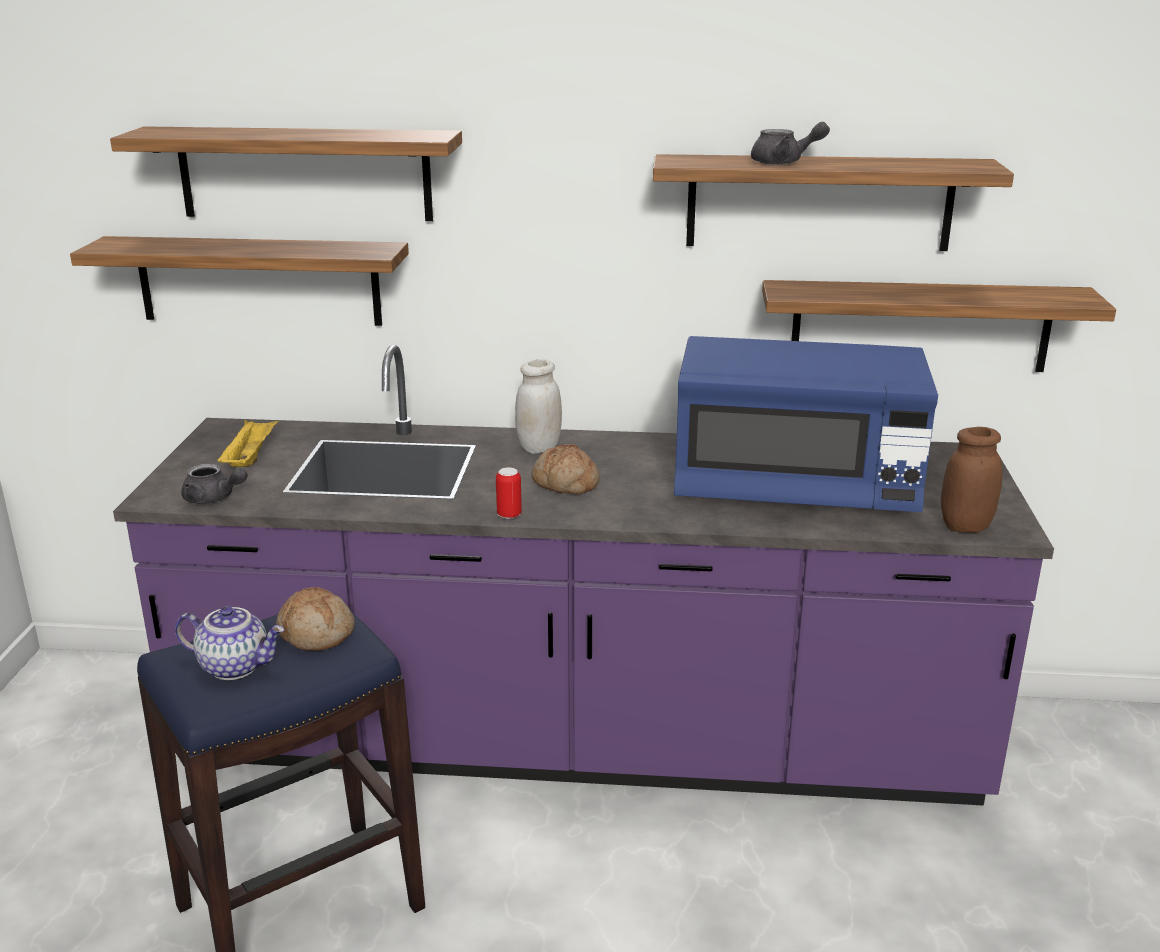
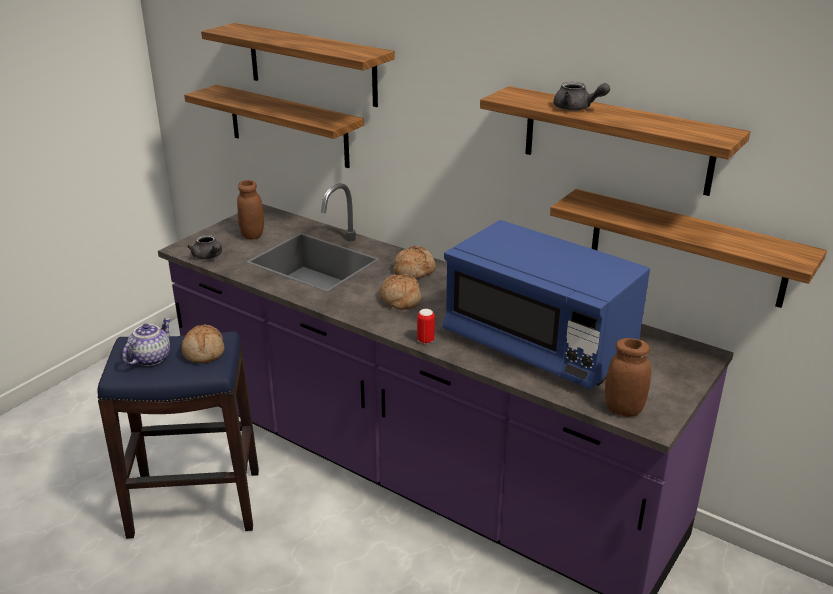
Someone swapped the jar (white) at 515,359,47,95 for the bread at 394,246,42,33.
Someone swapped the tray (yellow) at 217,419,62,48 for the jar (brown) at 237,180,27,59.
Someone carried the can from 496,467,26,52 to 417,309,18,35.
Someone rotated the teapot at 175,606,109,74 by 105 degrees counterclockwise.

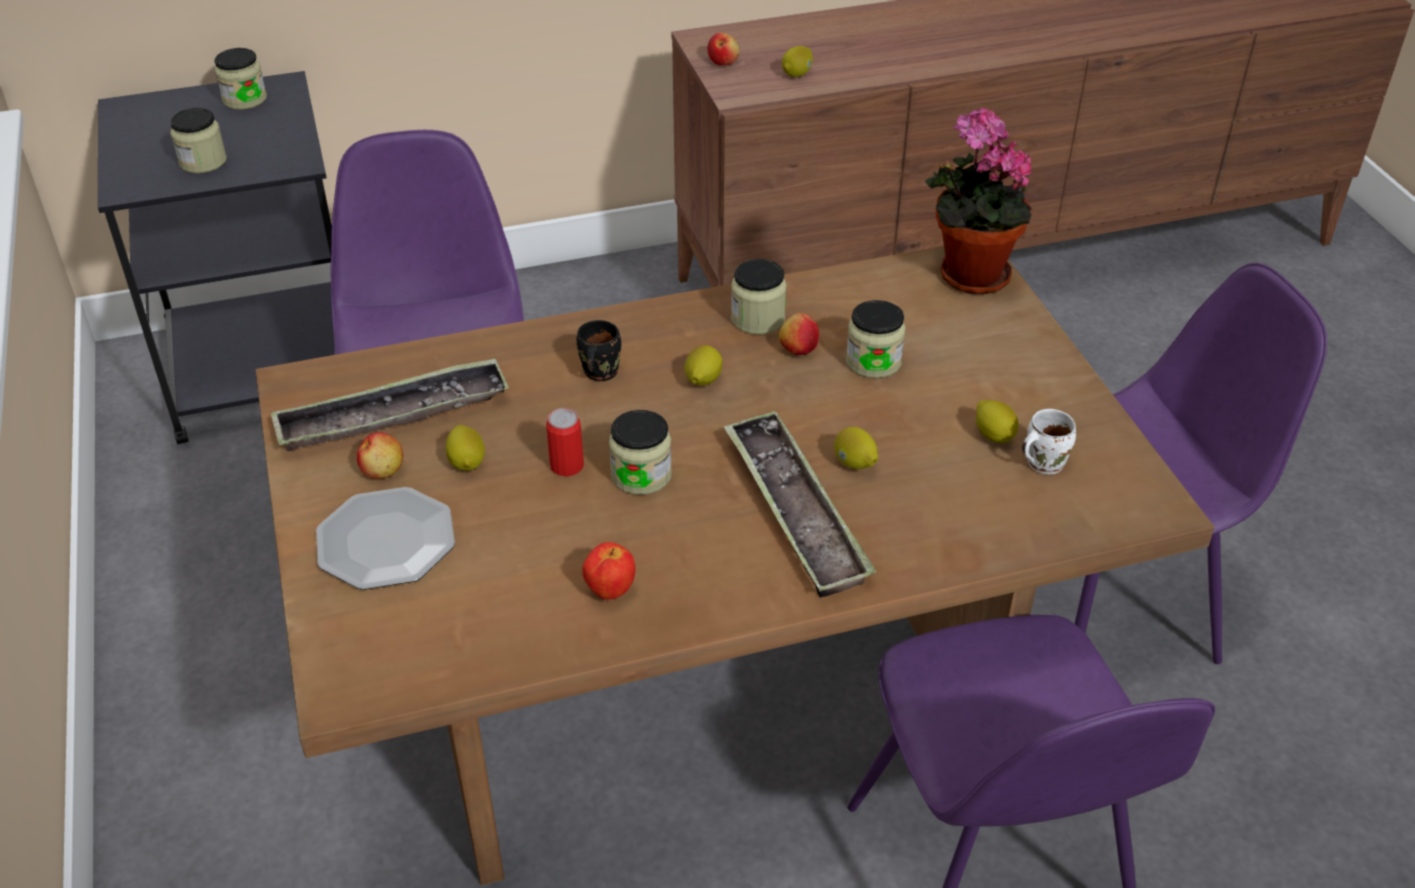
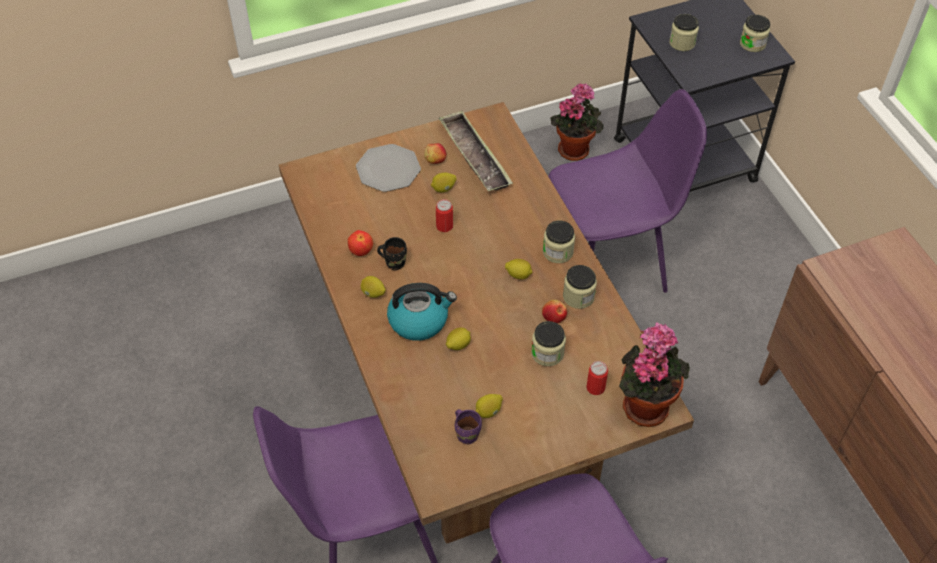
Someone took away the apple at 707,32,32,34.
Someone carried the lemon from 782,46,31,31 to 361,276,25,22.
Someone carried the mug (black) from 577,320,44,61 to 377,237,30,33.
Someone repainted the mug (white) at 1022,409,54,66, which became the mug (purple) at 455,409,27,35.
Someone carried the jar from 609,410,63,85 to 543,220,32,43.
Someone swapped the tray at 724,410,152,188 for the kettle at 387,283,70,58.
Someone put down the potted plant at 550,83,54,78.
Someone put down the can at 586,361,22,34.

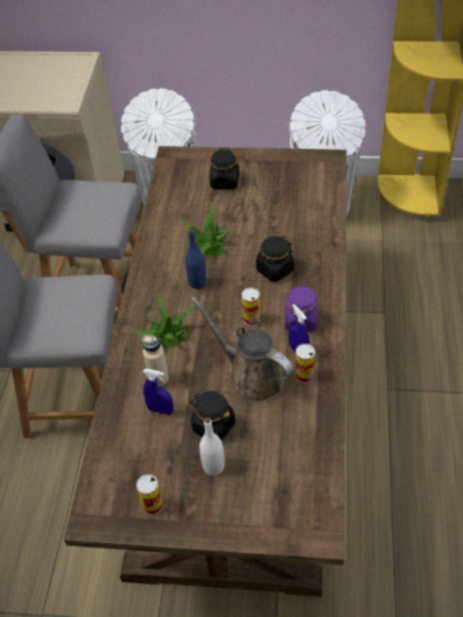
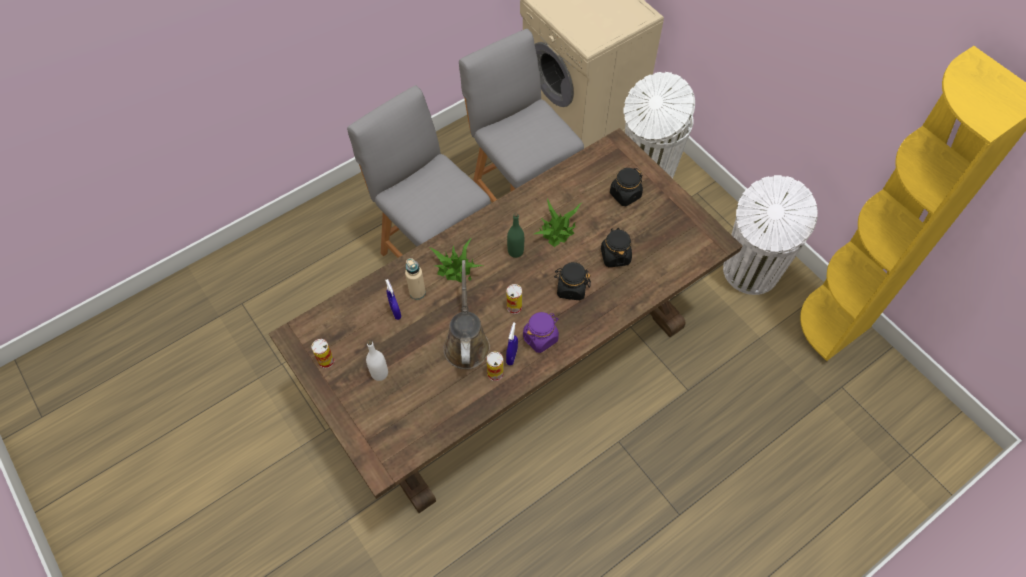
Someone repainted the bottle (blue) at 185,229,22,60, which became the bottle (green) at 507,213,17,45.
Someone carried the jar (black) from 190,391,45,50 to 601,228,31,39.

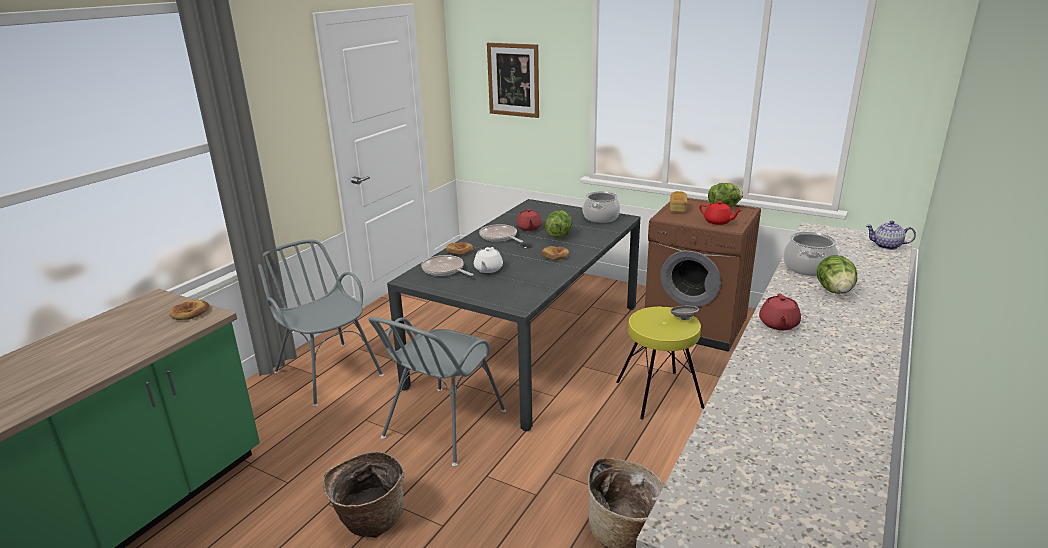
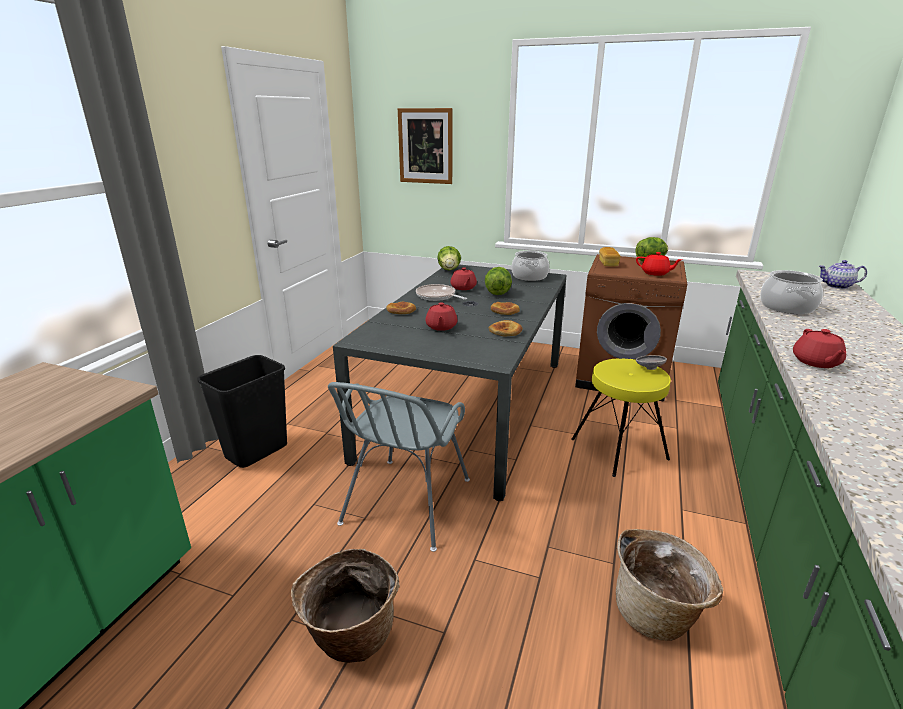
Someone swapped the chair (grey) at 258,239,126,168 for the trash can (black) at 197,355,90,113.
Someone repainted the teapot (white) at 474,247,29,26, which became the teapot (red) at 425,302,33,29.
Someone took away the frying pan at 421,255,52,21.
Someone carried the lettuce from 817,255,40,39 to 437,246,24,24.
Someone carried the bread from 169,300,41,20 to 489,320,34,16.

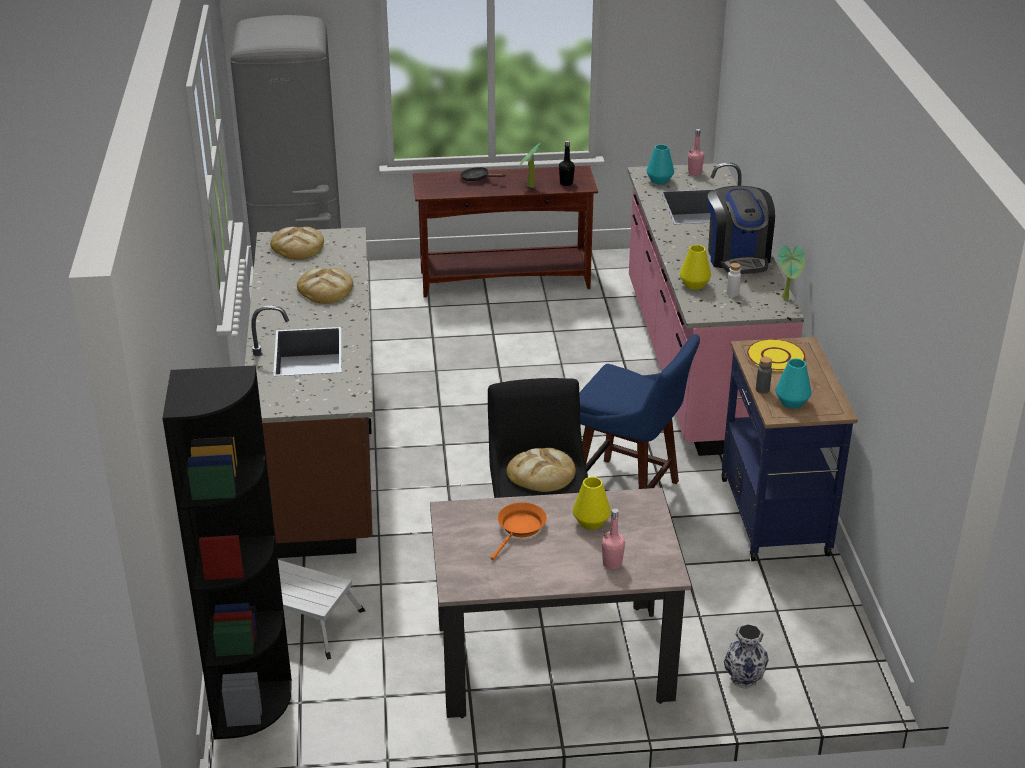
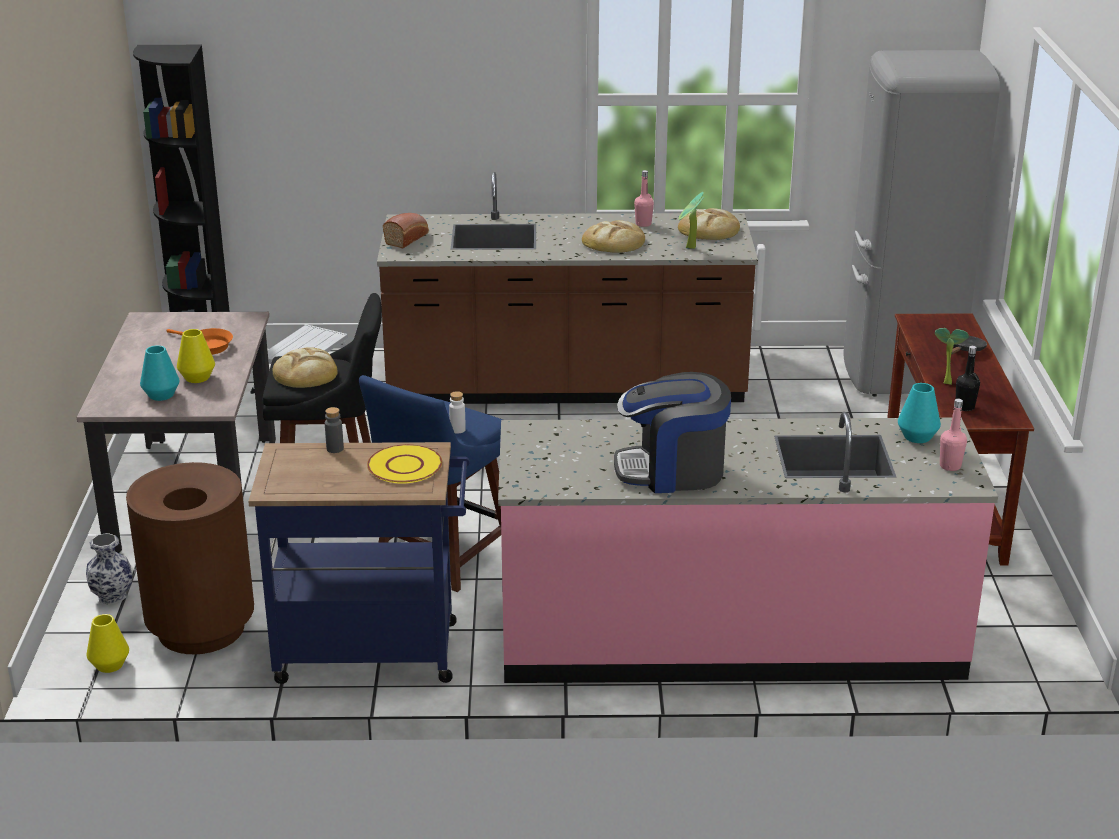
Someone carried the vase (yellow) from 680,245,31,45 to 86,614,43,59.
Someone carried the potted plant from 778,245,28,55 to 678,192,26,57.
Someone carried the bottle (white) from 726,263,15,34 to 449,391,17,43.
Someone carried the vase (turquoise) from 776,359,36,50 to 140,345,39,56.
Someone carried the bottle (pink) from 602,508,23,61 to 634,170,20,57.
Someone put down the bread at 383,213,46,35.
Someone put down the trash can (brown) at 126,462,128,192.

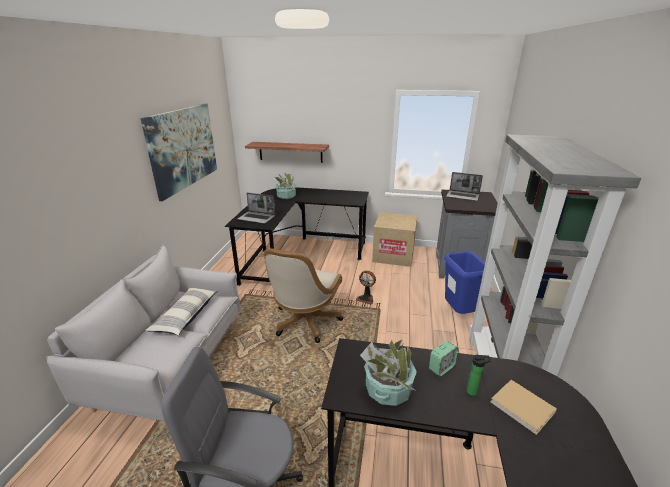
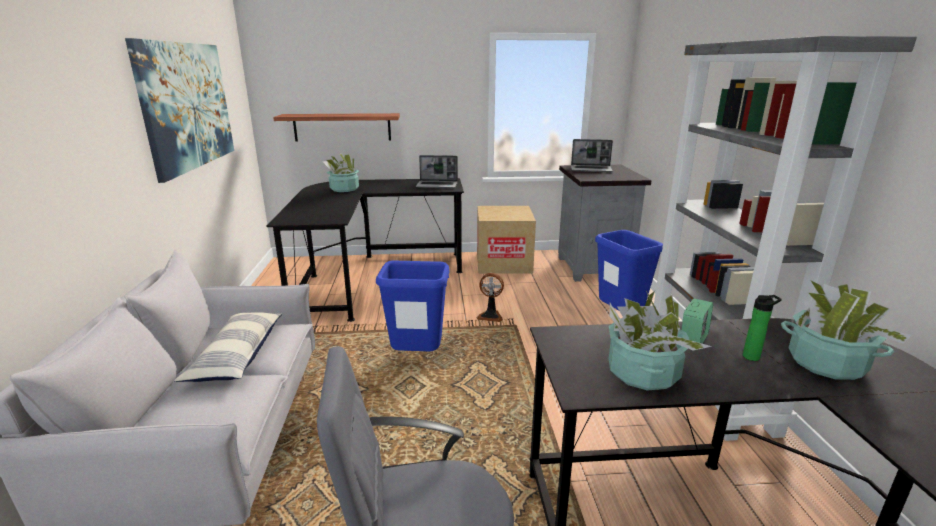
Someone carried the laptop from 238,192,37,32 to 416,155,42,33.
Someone swapped the office chair at 264,248,79,95 for the trash can (blue) at 376,261,74,90.
Someone swapped the book (beige) at 491,380,66,55 for the potted plant at 781,280,130,100.

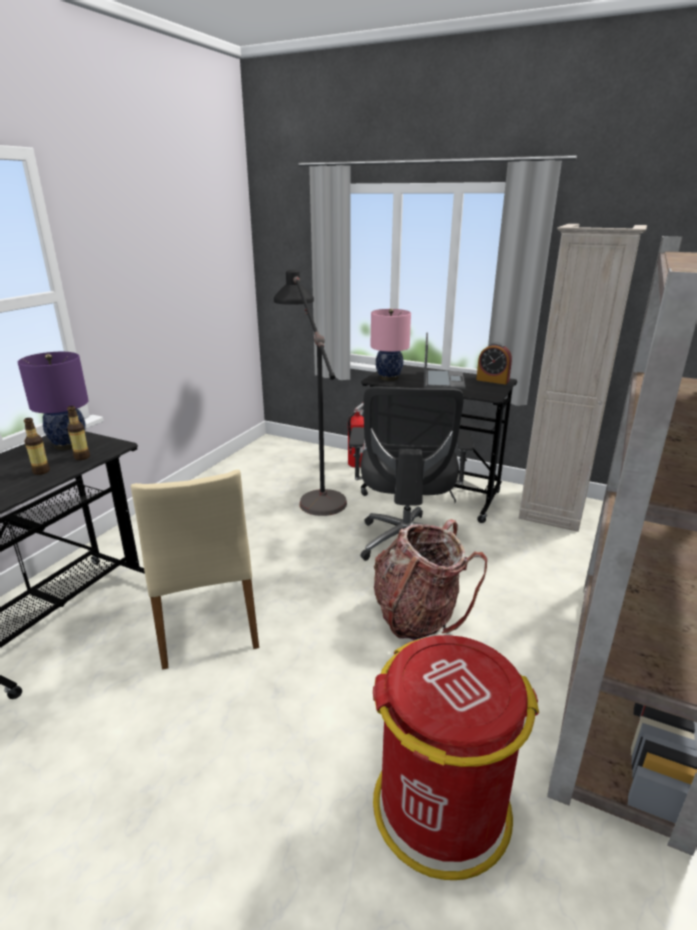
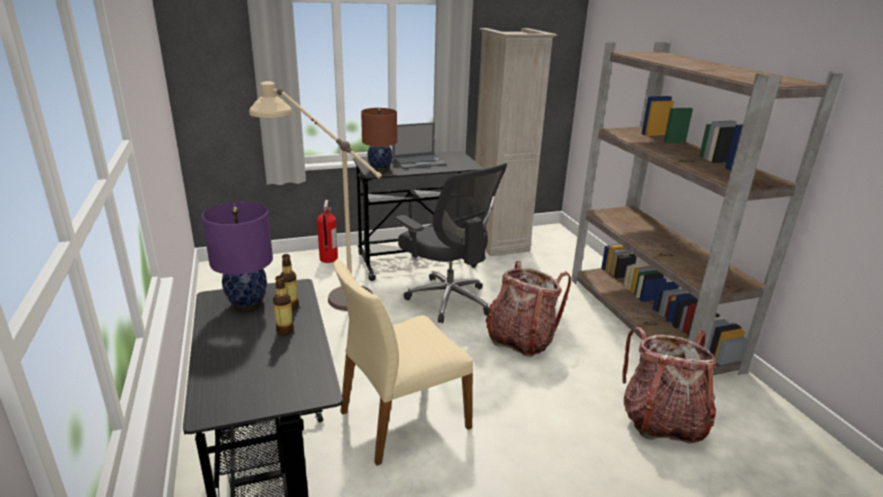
Someone repainted the floor lamp (black) at 274,269,73,247, which became the floor lamp (beige) at 249,81,133,230.
Someone repainted the table lamp (pink) at 371,309,40,72, which became the table lamp (brown) at 361,108,36,64.
Someone rotated the laptop at 424,333,42,56 by 105 degrees clockwise.
Someone took away the alarm clock at 476,342,36,43.
Someone rotated the chair (beige) at 131,469,128,201 by 120 degrees clockwise.
Someone swapped the trash can (red) at 373,635,166,245 for the backpack at 623,327,93,117.

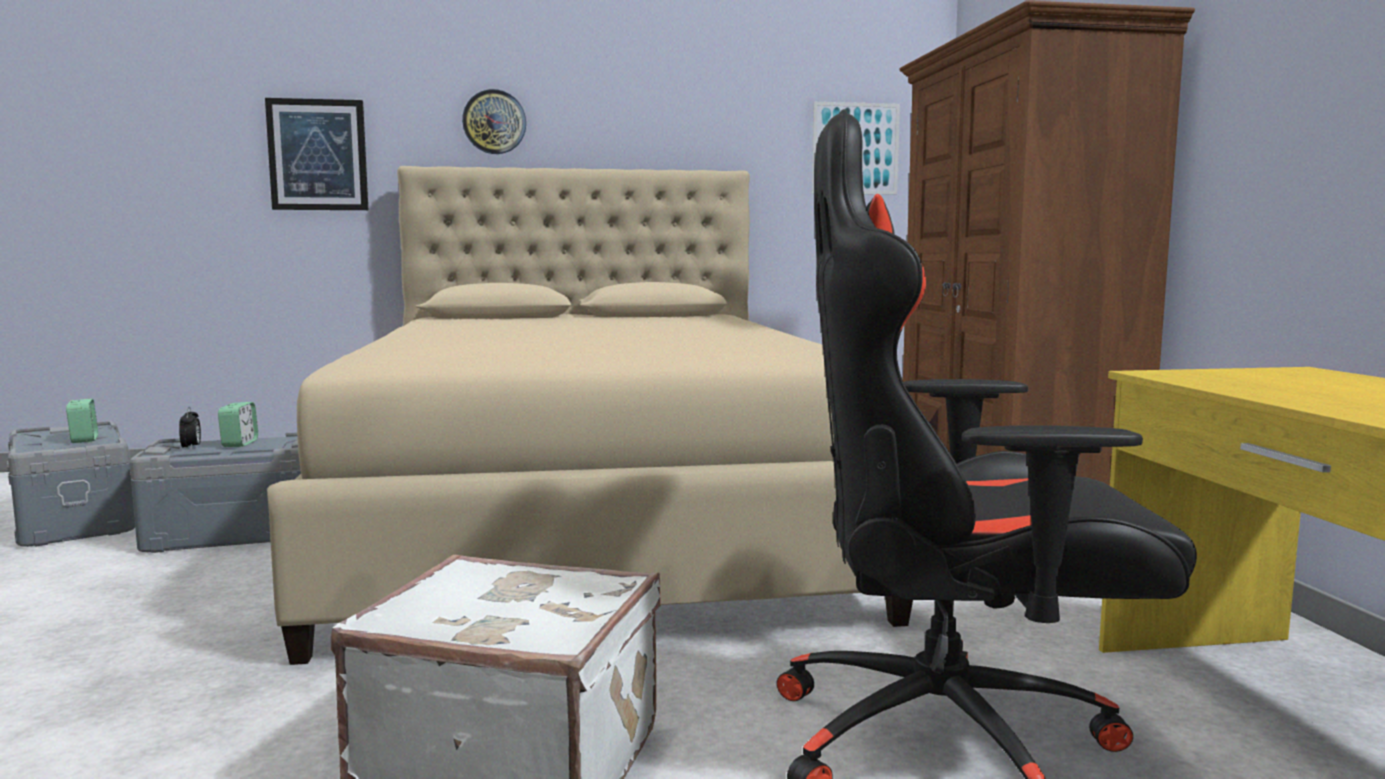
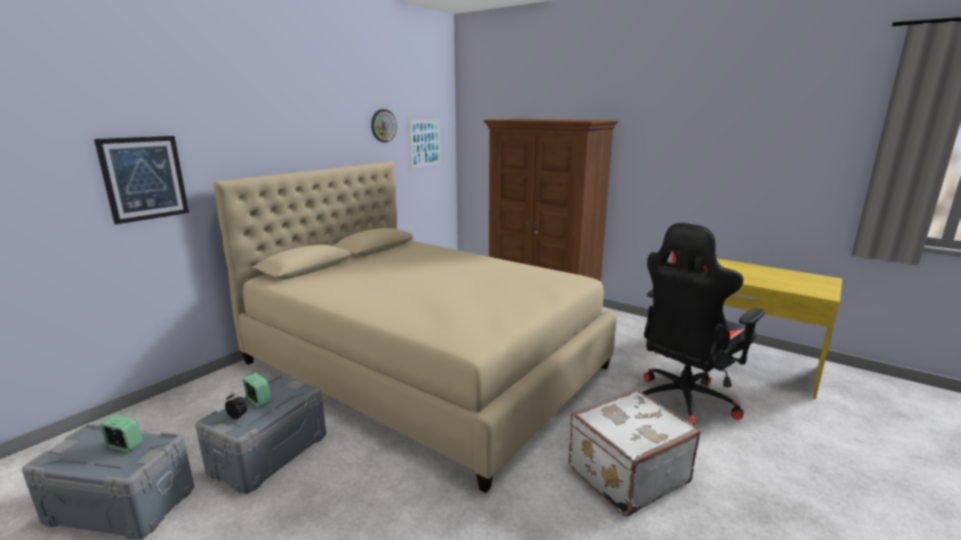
Someone carried the wall clock from 462,89,64,65 to 371,109,26,34.

